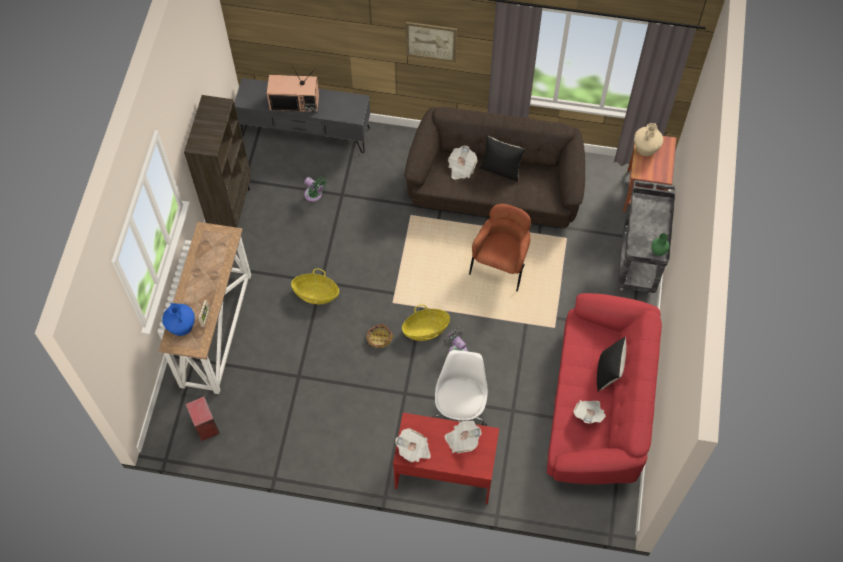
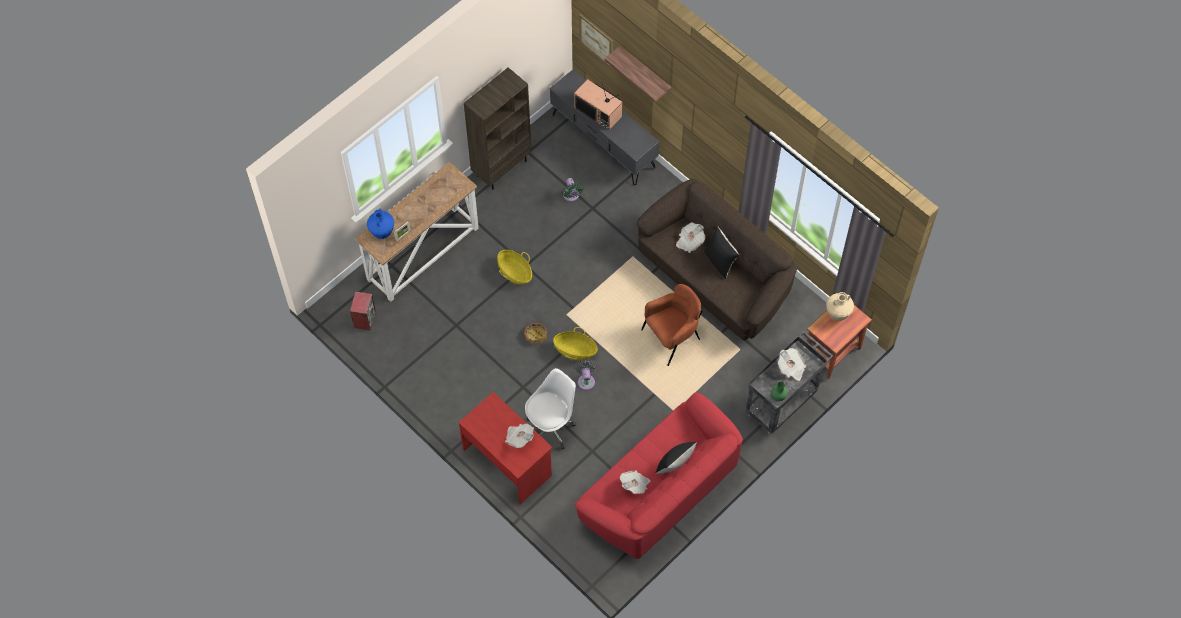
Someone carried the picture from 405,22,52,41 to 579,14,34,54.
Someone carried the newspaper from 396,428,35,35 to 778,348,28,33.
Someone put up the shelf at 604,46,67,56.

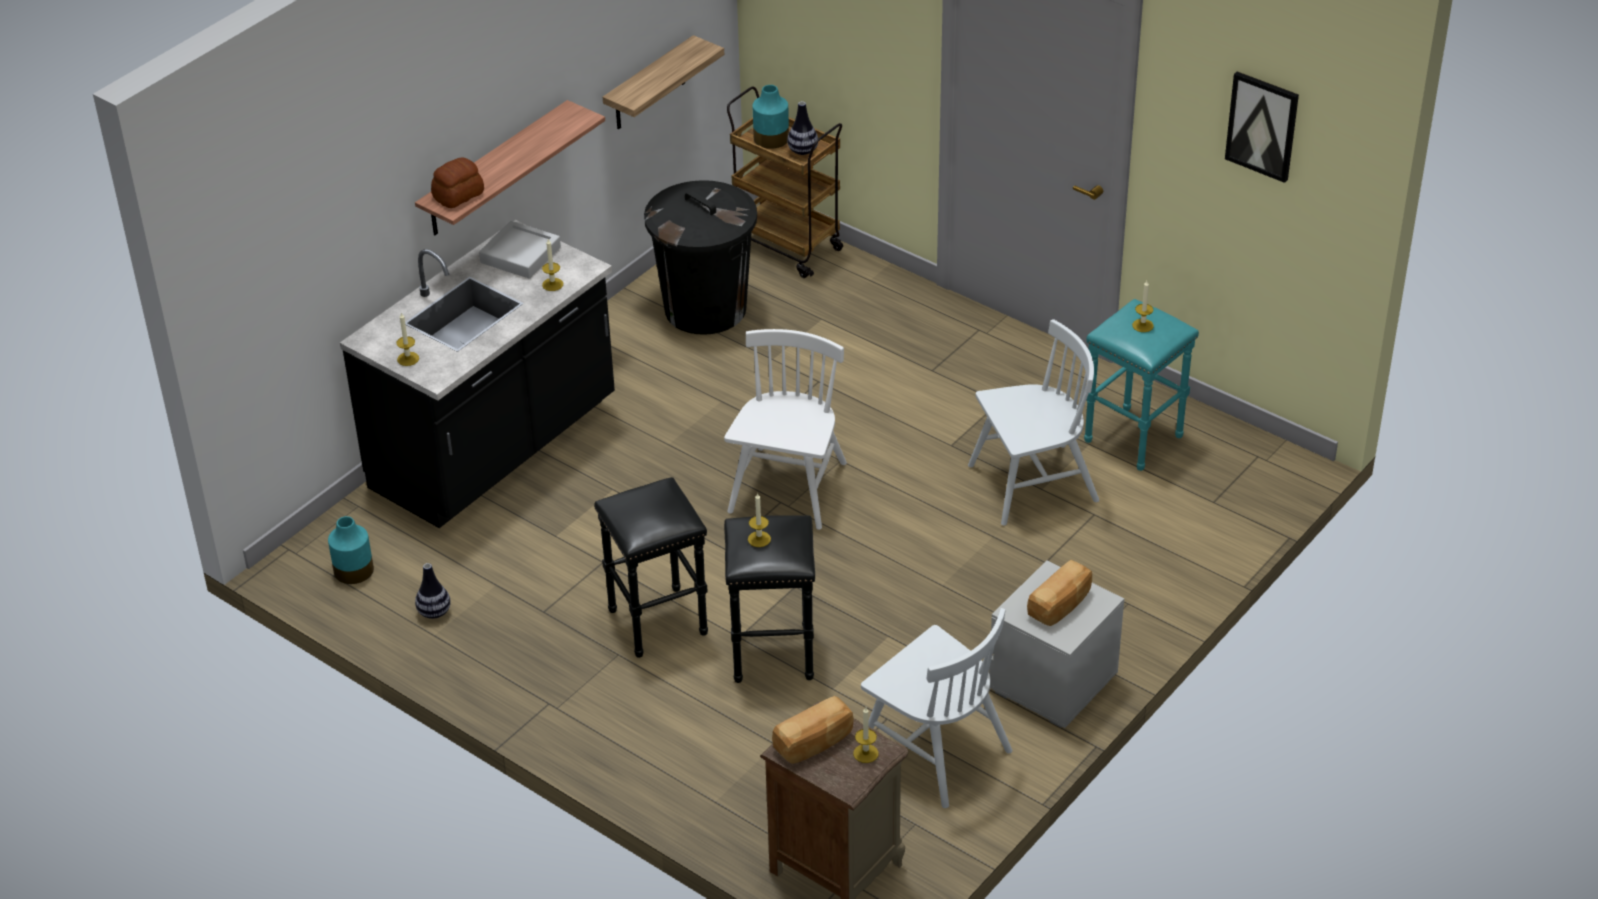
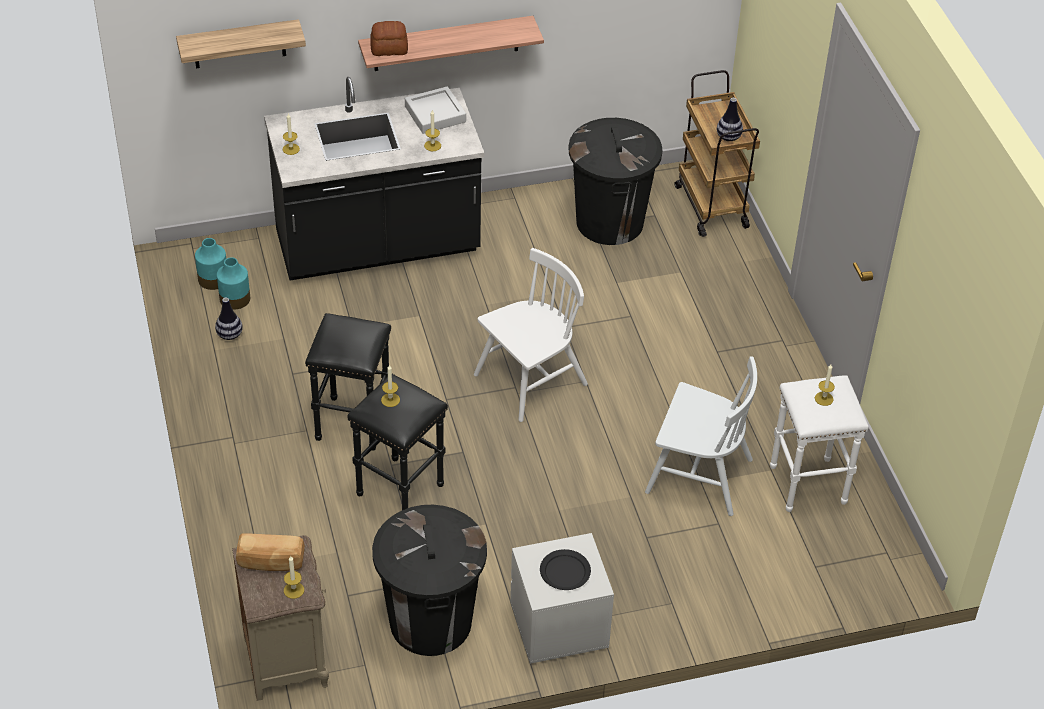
Someone carried the shelf from 603,35,121,95 to 176,19,130,49.
Someone took away the picture at 1225,71,74,112.
Someone carried the vase (turquoise) from 753,85,36,64 to 217,257,33,53.
Someone repainted the stool (turquoise) at 1084,299,115,172, which became the stool (white) at 770,375,99,137.
Someone swapped the bread at 1027,560,65,66 for the plate (black) at 540,549,51,41.
Someone swapped the chair (white) at 861,608,151,200 for the trash can (black) at 372,505,115,151.

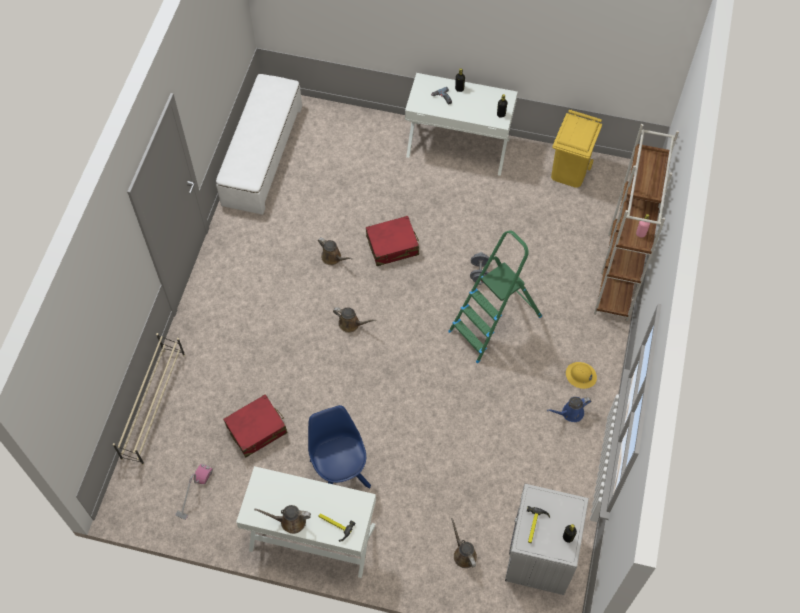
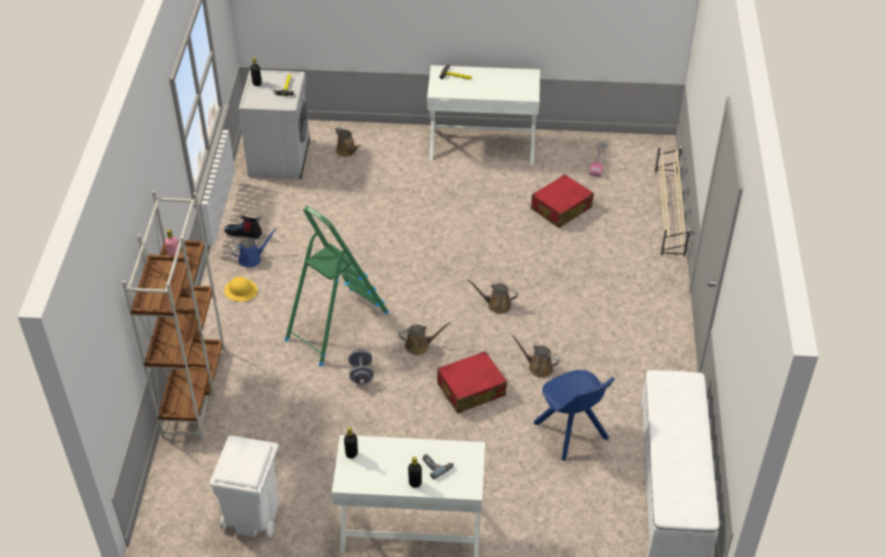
Someone repainted the trash can (yellow) at 551,110,51,78, which became the trash can (white) at 209,435,70,103.
Someone carried the chair (blue) from 308,405,63,83 to 534,370,81,91.
Someone carried the watering can (brown) from 254,505,57,29 to 398,322,53,33.
Someone put down the boot at 224,215,38,24.

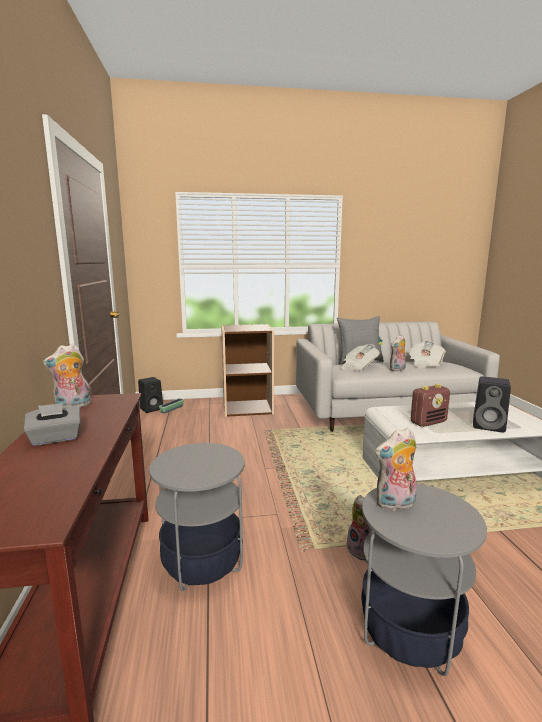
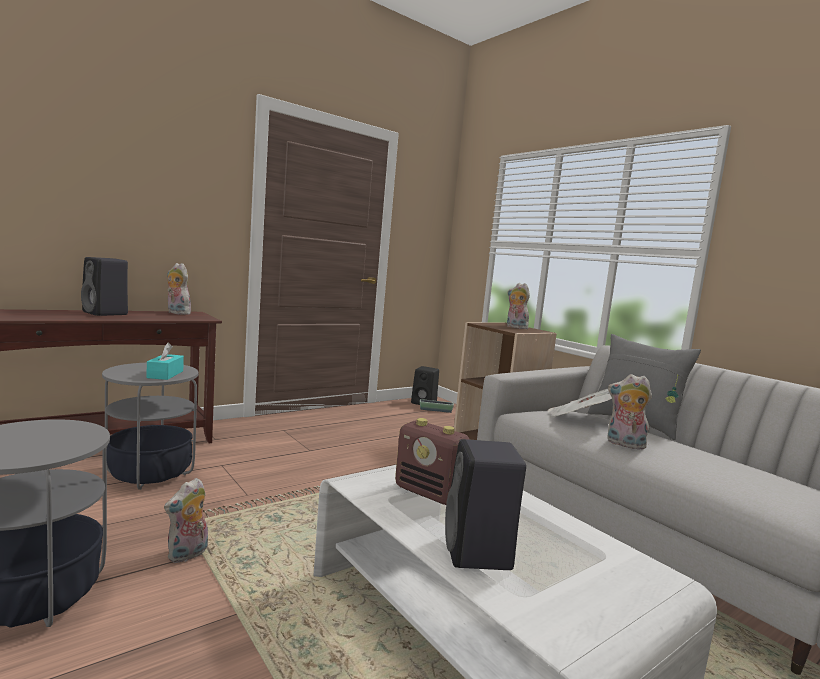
Someone took away the newspaper at 409,341,37,27.
Someone swapped the tissue box (grey) at 24,403,56,43 for the speaker (black) at 81,257,47,59.
Someone carried the plush toy from 375,428,42,83 to 507,283,23,46.
Someone put down the tissue box (turquoise) at 147,343,37,37.

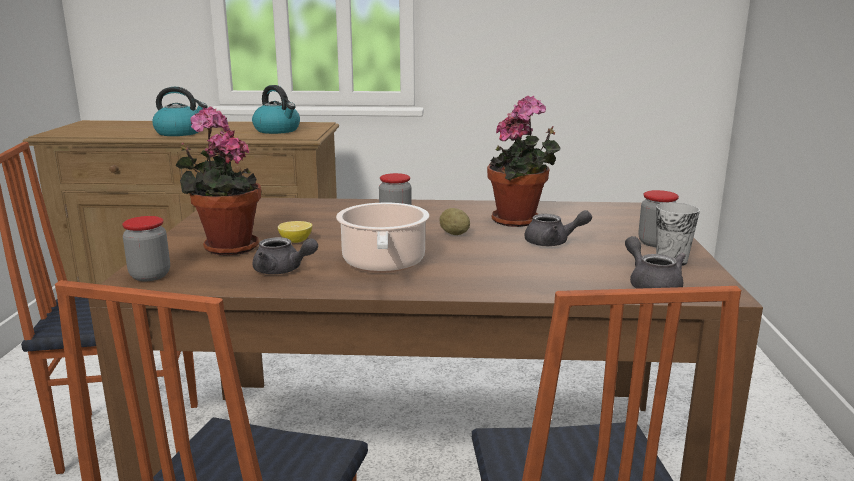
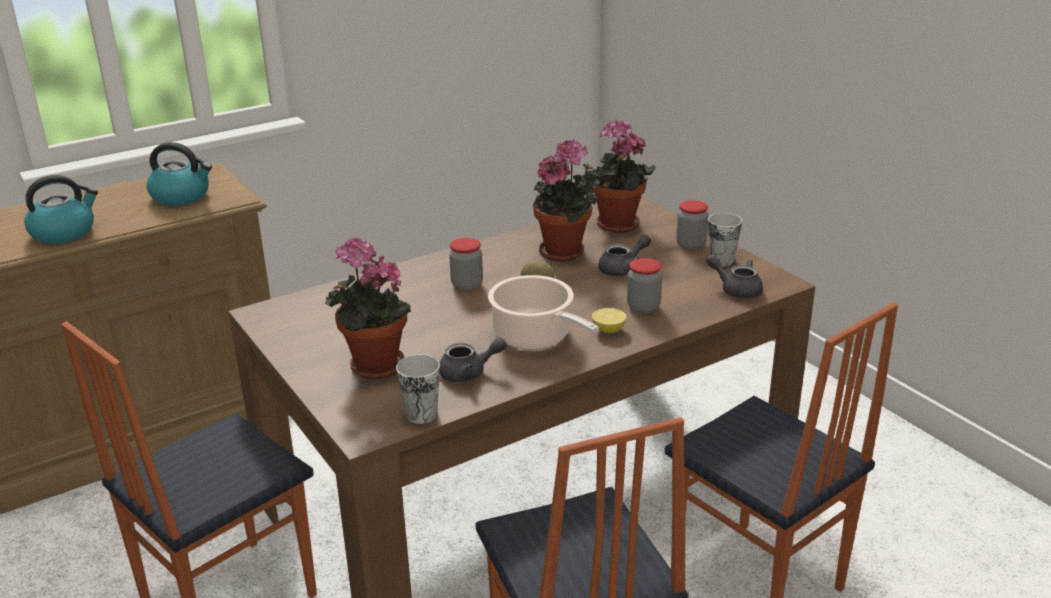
Someone carried the jar from 122,216,48,65 to 627,258,35,56.
Someone carried the lemon from 278,221,34,22 to 592,308,34,25.
Someone put down the potted plant at 583,120,73,113.
Someone put down the cup at 396,354,44,70.

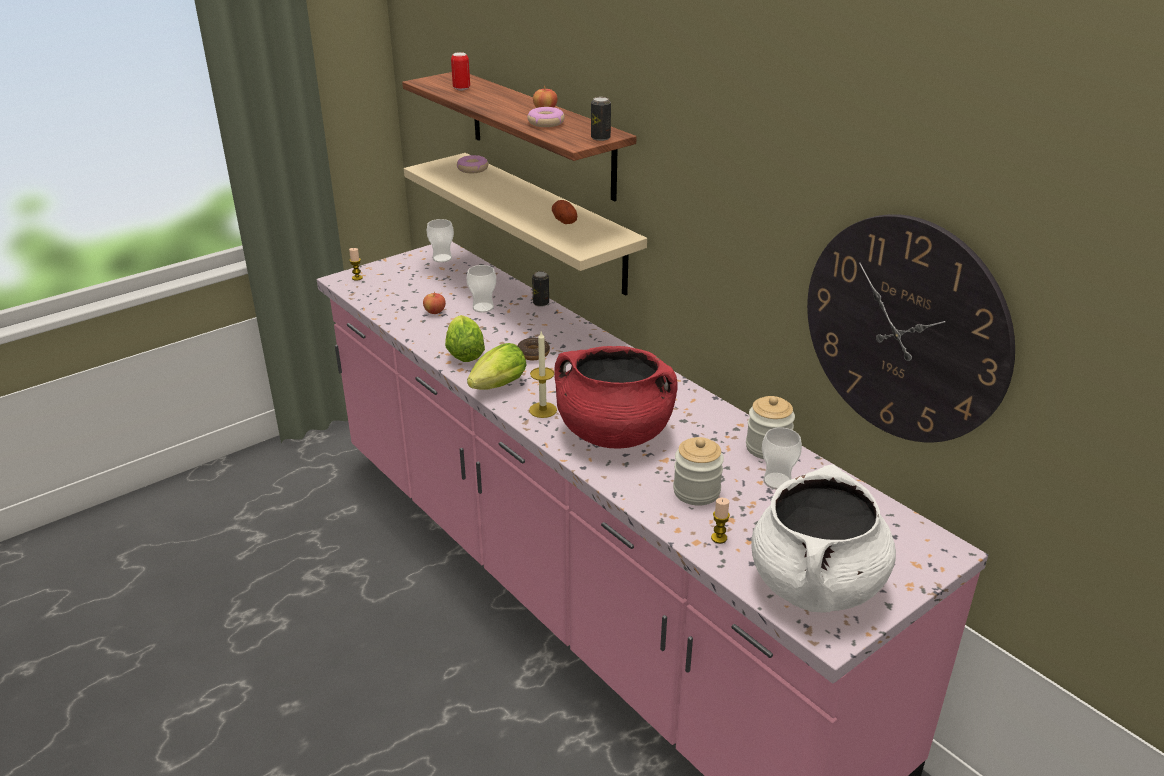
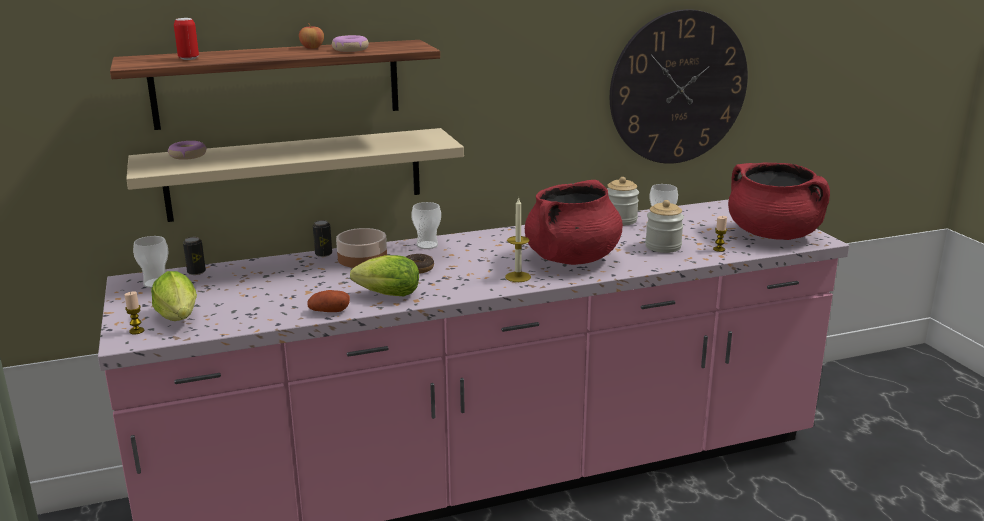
Someone carried the can from 591,97,20,44 to 183,237,23,38.
Someone carried the potato from 552,200,25,24 to 307,290,43,22.
Someone carried the cup from 467,265,29,48 to 411,202,30,47.
Someone took away the apple at 423,292,23,22.
Someone carried the lettuce from 467,343,60,47 to 151,271,46,50.
Someone repainted the cooking pot (white) at 751,464,145,149, which became the cooking pot (red) at 728,163,102,77.
Someone put down the bowl at 336,228,51,40.

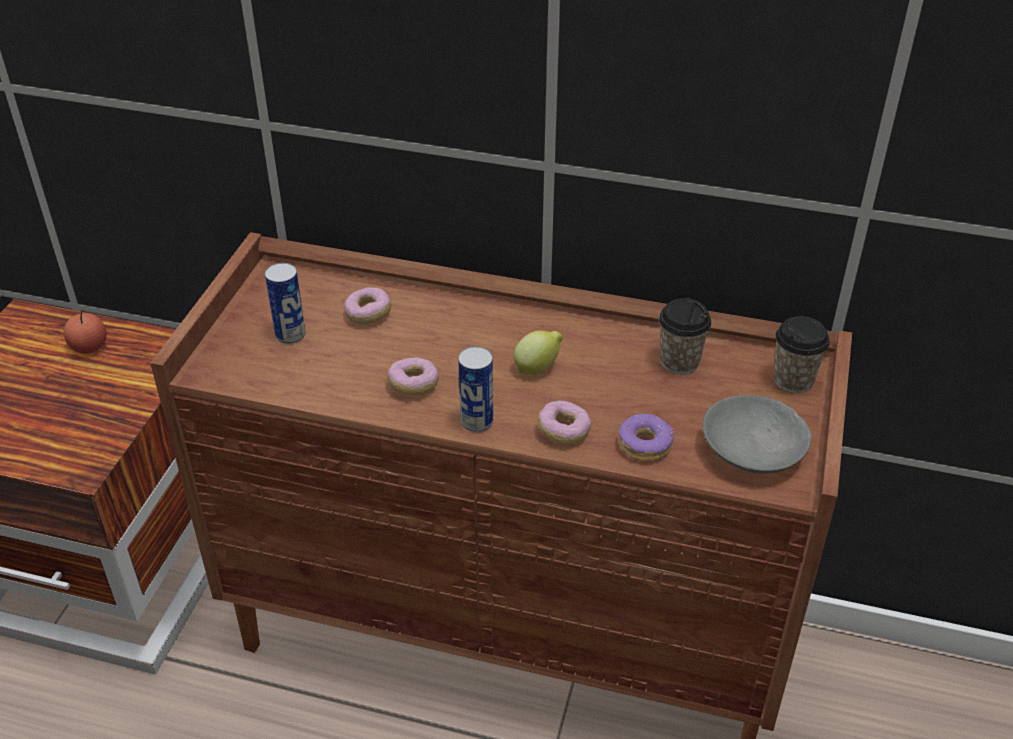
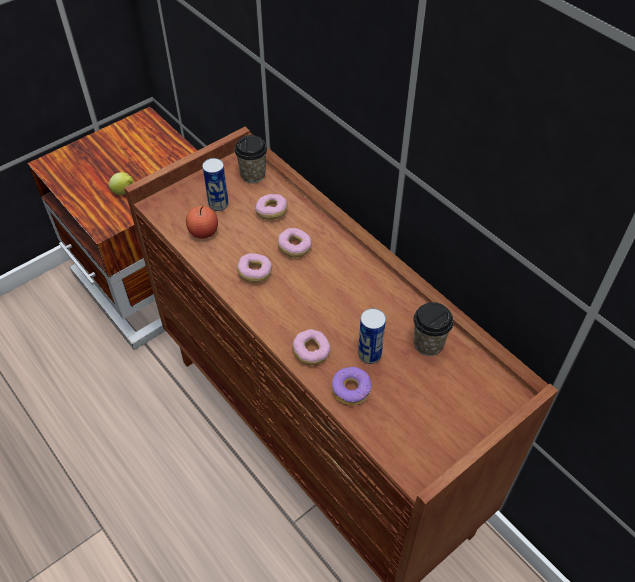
Someone carried the apple from 64,310,43,44 to 186,206,32,33.
Someone carried the cup from 773,316,57,77 to 234,135,33,48.
Someone carried the lemon from 514,331,49,44 to 109,172,24,23.
Someone carried the can from 458,346,35,86 to 358,308,28,56.
Someone took away the bowl (grey) at 703,395,109,79.
Someone put down the donut at 278,228,34,30.

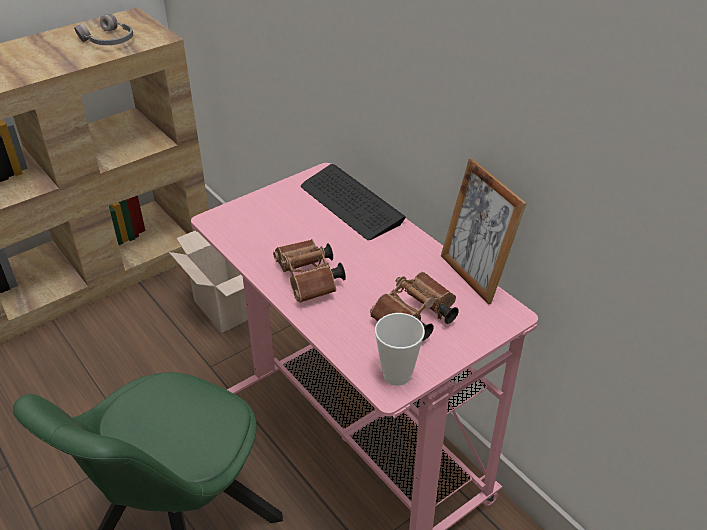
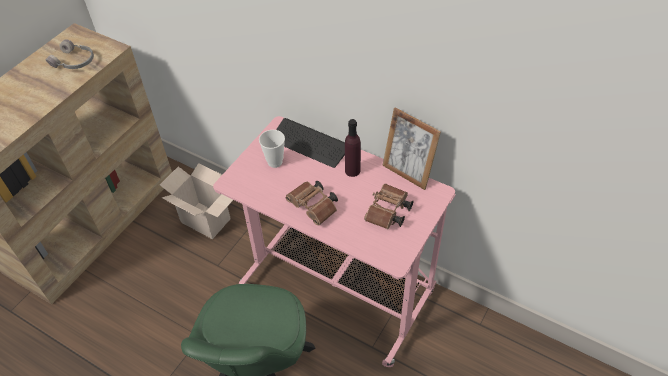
Someone carried the cup from 375,313,50,73 to 259,130,26,38.
Someone put down the bottle (purple) at 345,119,16,58.

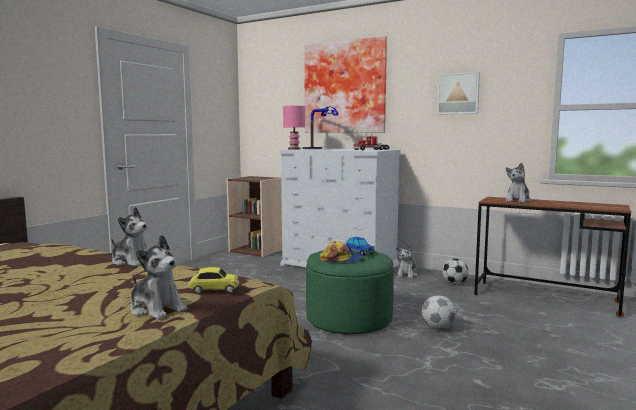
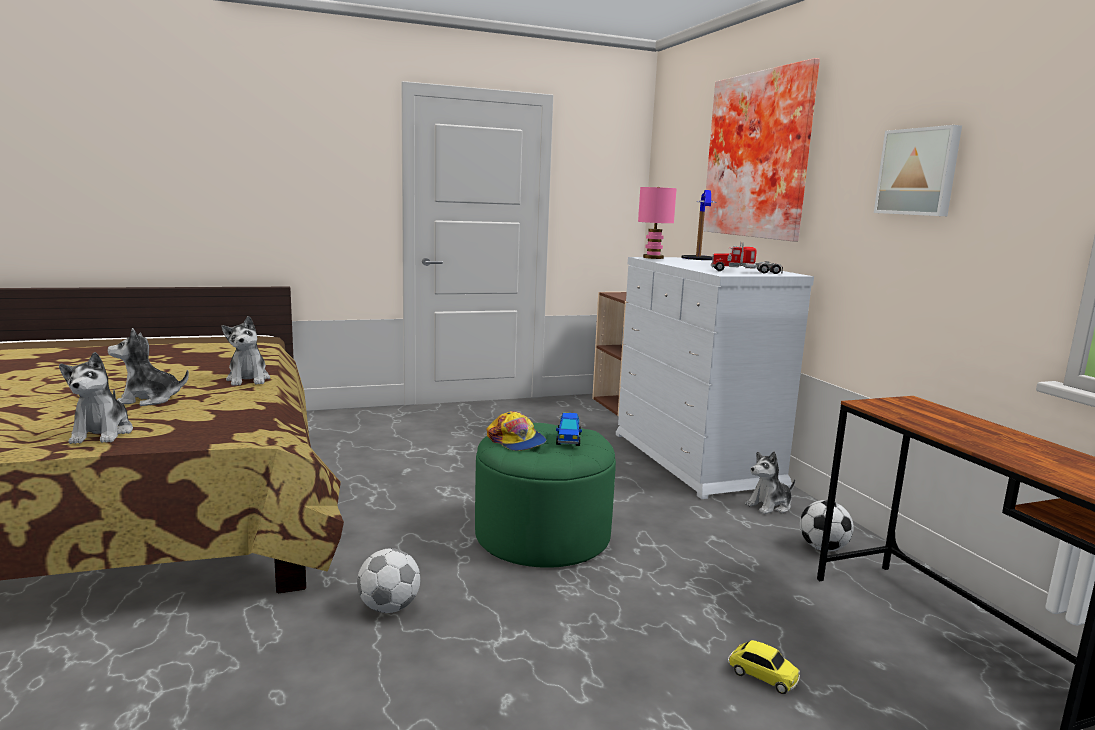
Someone carried the plush toy from 505,163,26,40 to 108,328,81,78.
Someone carried the toy car from 188,267,51,27 to 728,640,72,54.
Someone carried the football from 422,295,34,35 to 357,548,64,65.

